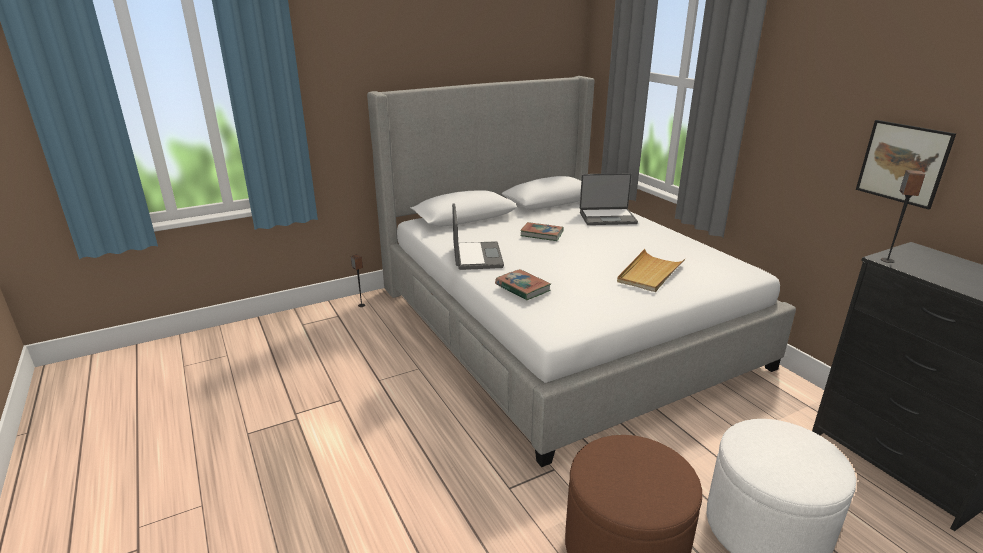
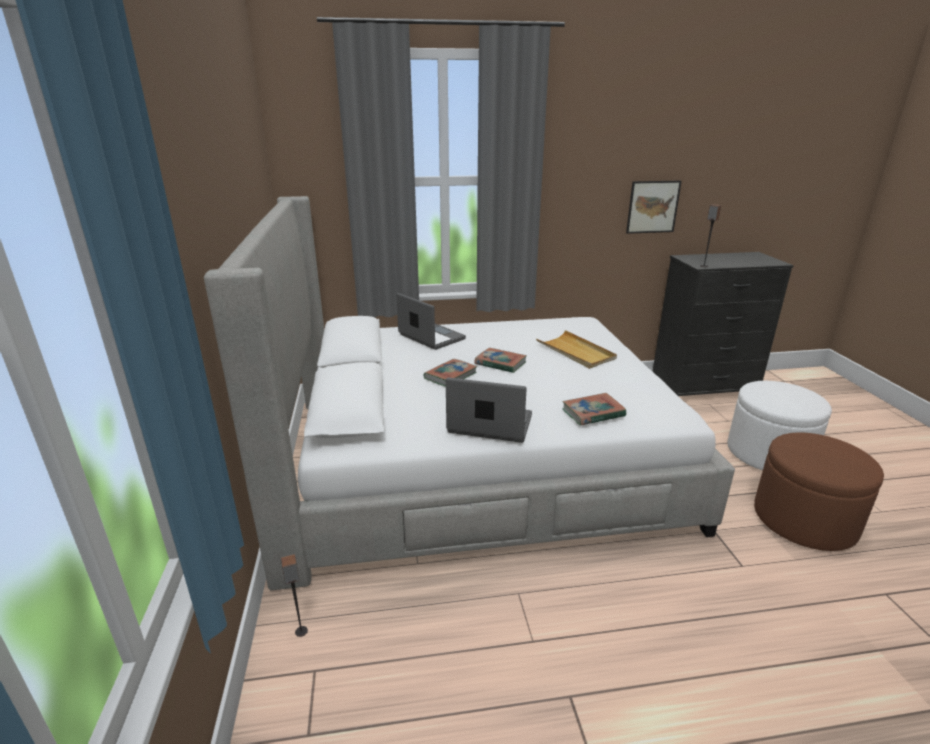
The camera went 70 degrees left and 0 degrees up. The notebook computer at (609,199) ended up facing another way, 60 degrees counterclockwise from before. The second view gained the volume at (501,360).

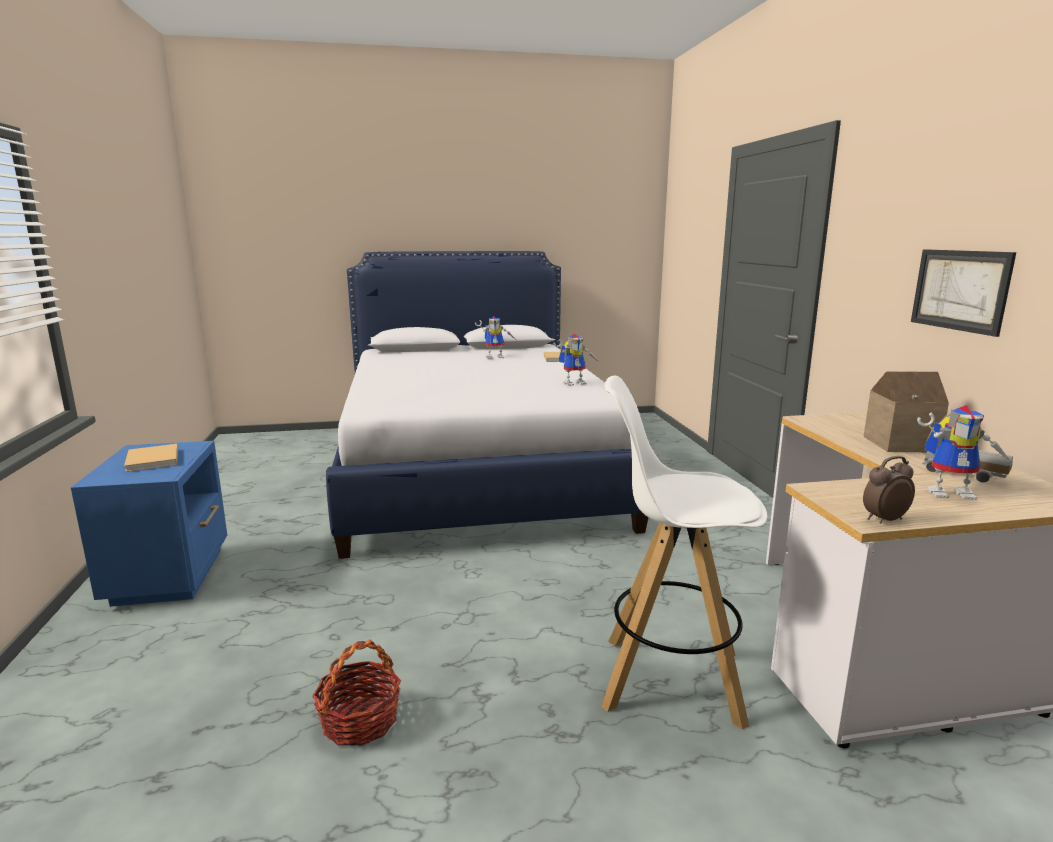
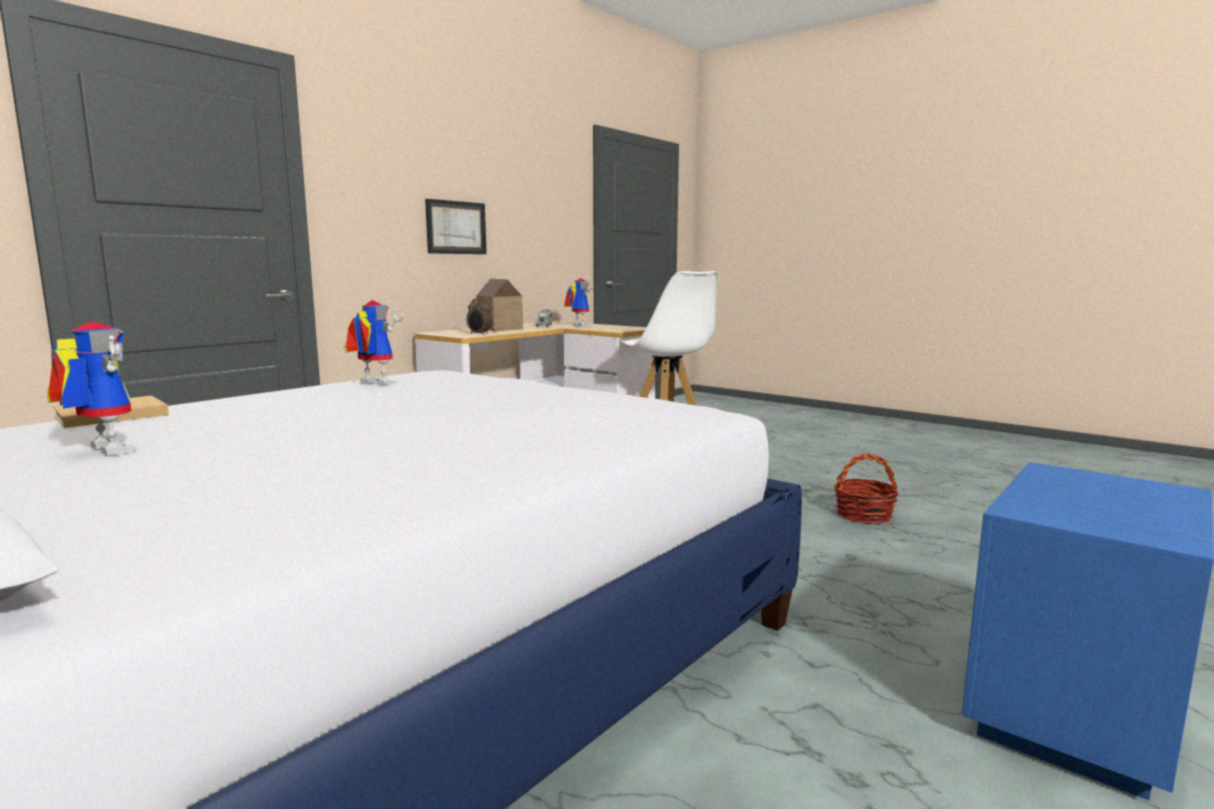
The camera went 130 degrees left and 5 degrees down. The second view lost the beige volume at (151,458). The table clock ended up elsewhere, having gone from (889,490) to (479,316).

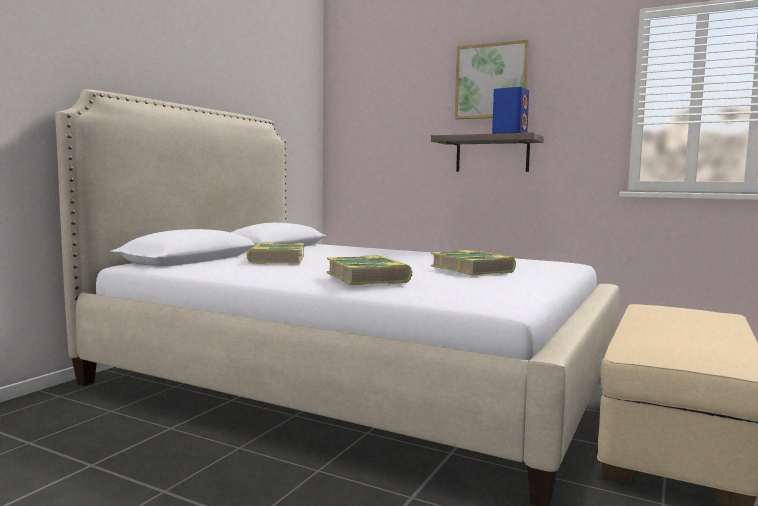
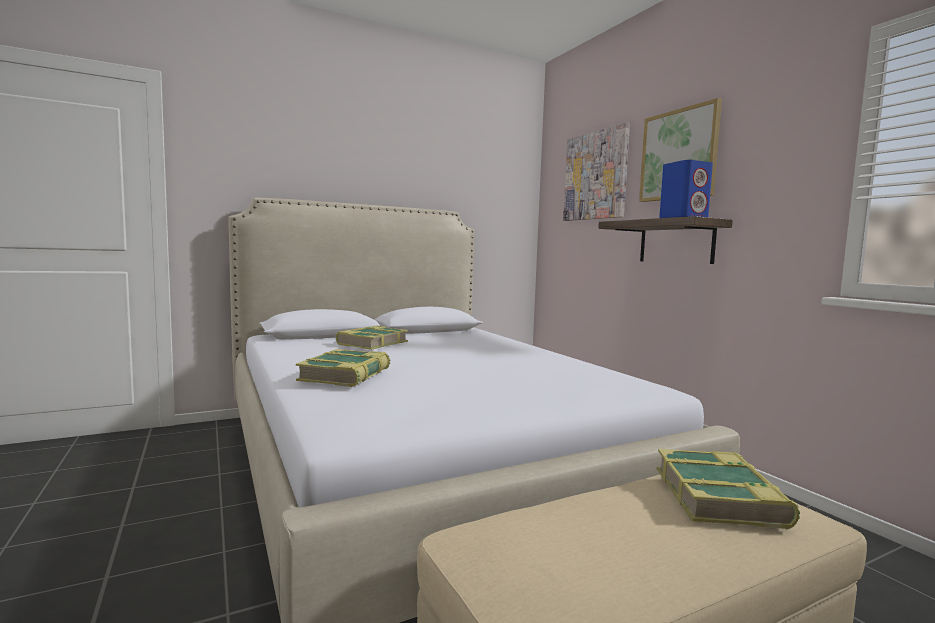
The camera went 35 degrees right and 0 degrees up. The volume ended up elsewhere, having gone from (473,262) to (728,489). The second view gained the wall picture at (596,171).

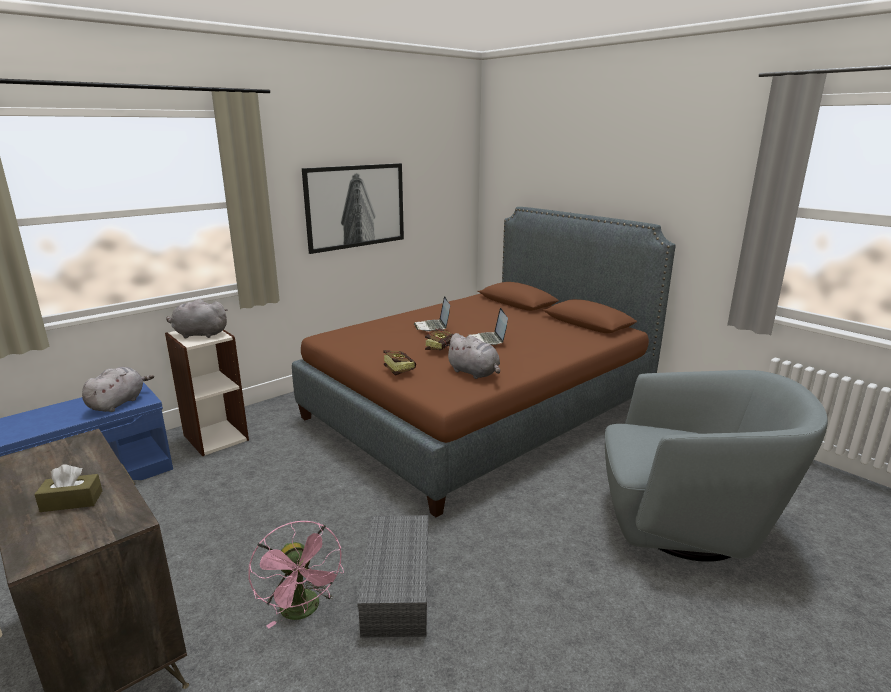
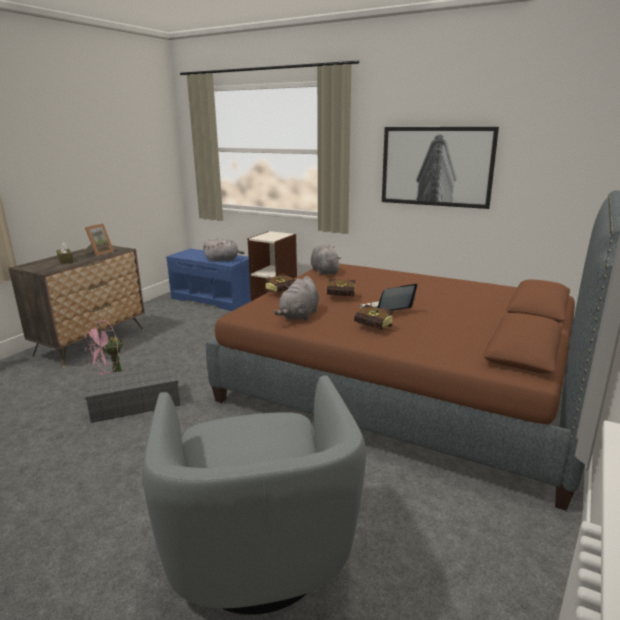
The camera went 70 degrees right and 0 degrees up. The second view lost the notebook computer at (432,313). The grey plush toy ended up elsewhere, having gone from (197,319) to (326,259). The second view gained the picture frame at (99,239). The second view gained the volume at (376,318).

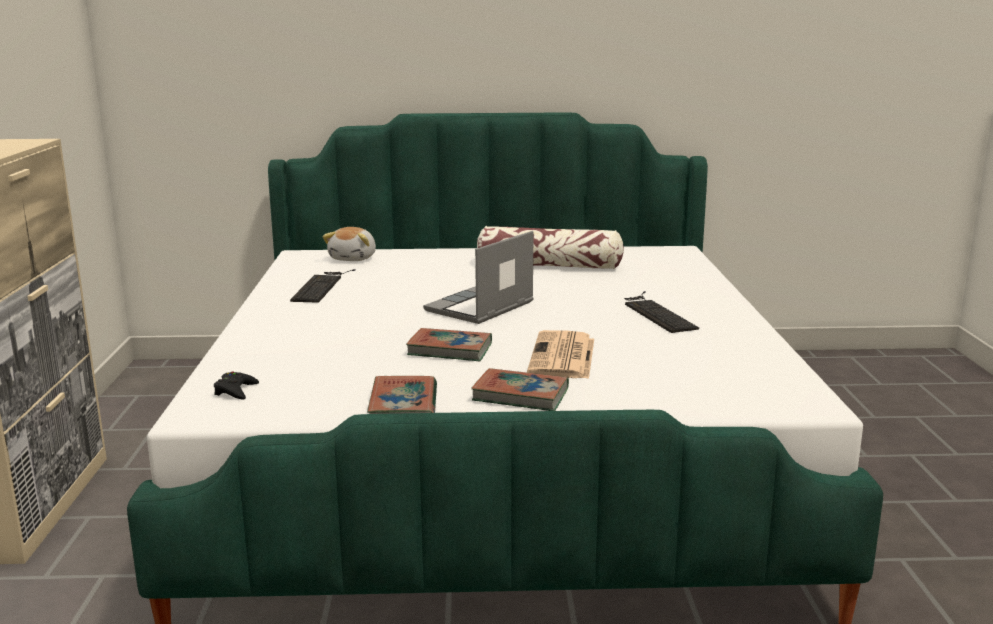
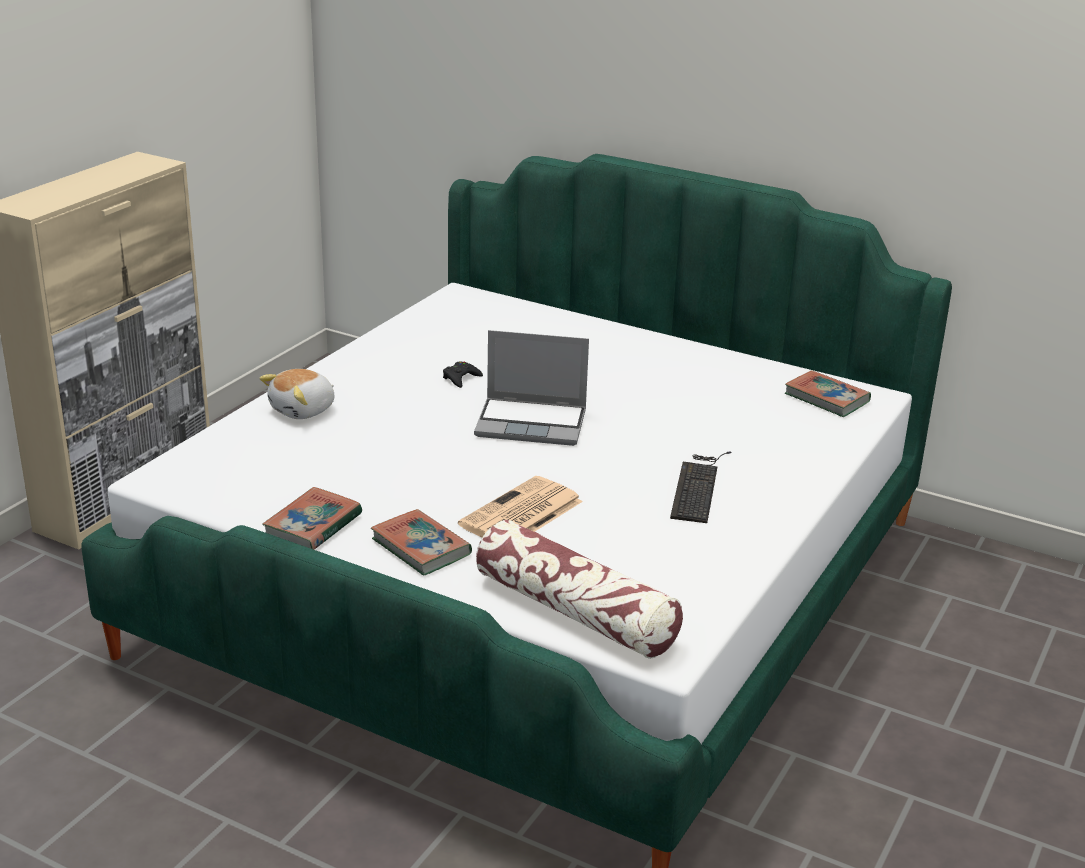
The camera went 30 degrees right and 10 degrees up. The throw pillow ended up elsewhere, having gone from (550,247) to (579,589). The plush toy ended up elsewhere, having gone from (349,244) to (296,394). The notebook computer at (478,277) ended up facing another way, 150 degrees counterclockwise from before. The second view lost the keyboard at (323,286). The volume ended up elsewhere, having gone from (449,344) to (828,393). The black game controller ended up elsewhere, having gone from (236,386) to (463,374).

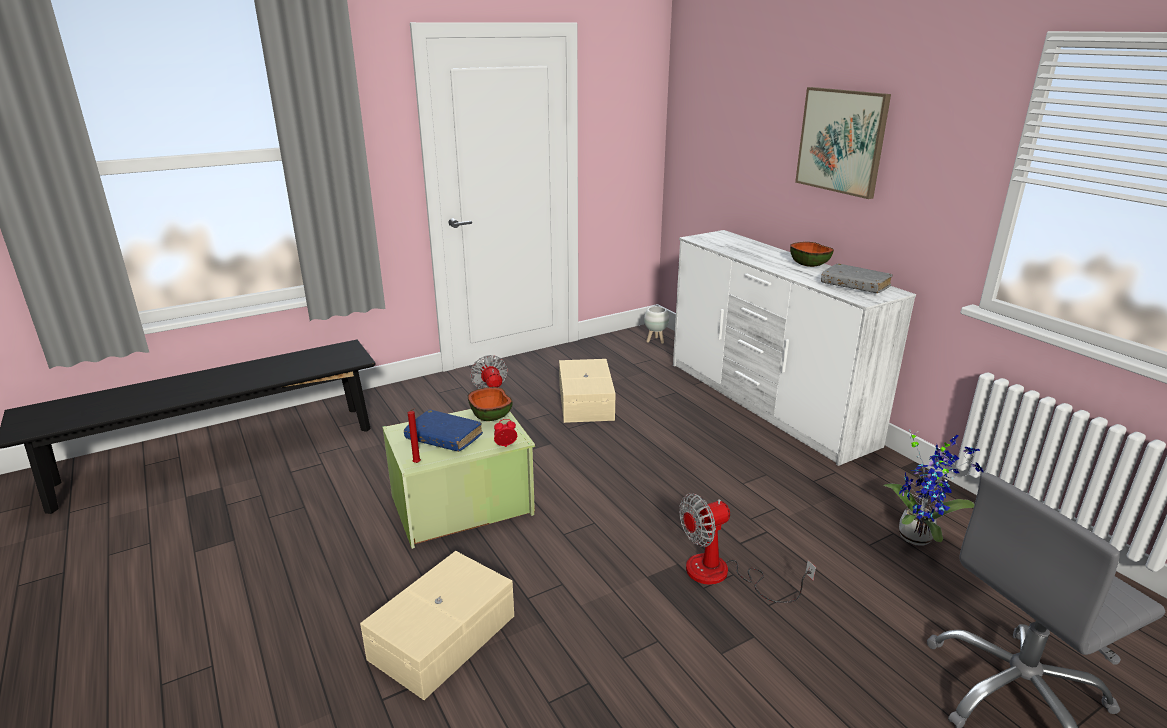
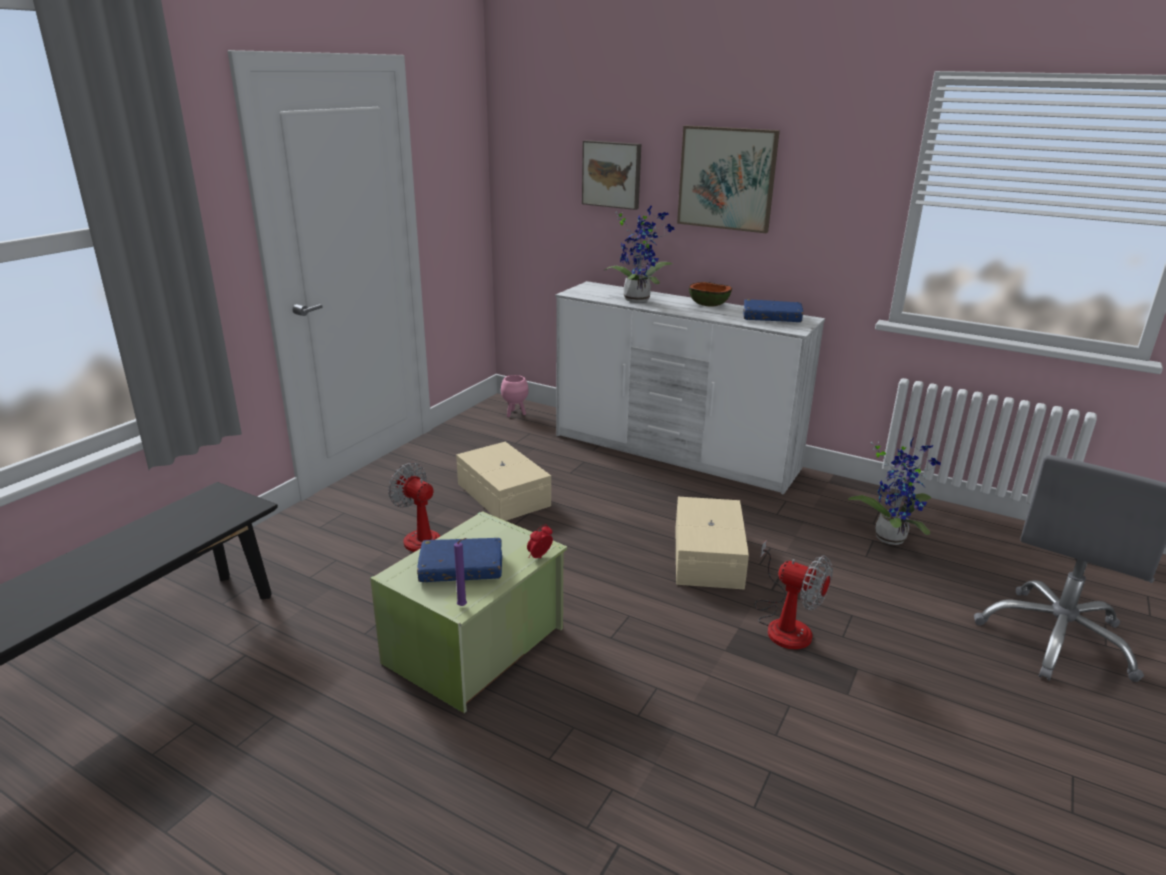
The camera went 30 degrees left and 0 degrees up. What was the grey volume at (857,278) turned into the bluish volume at (773,310). What was the white-coloured planter at (656,325) turned into the pink planter at (515,396). The second view lost the deep dish at (490,404). What was the red wax candle at (414,435) turned into the purplish wax candle at (460,572). The cooling fan at (747,548) ended up facing another way, 90 degrees counterclockwise from before. The beige storage box ended up elsewhere, having gone from (437,625) to (712,543). The second view gained the wall picture at (611,175). The second view gained the potted plant at (639,253).

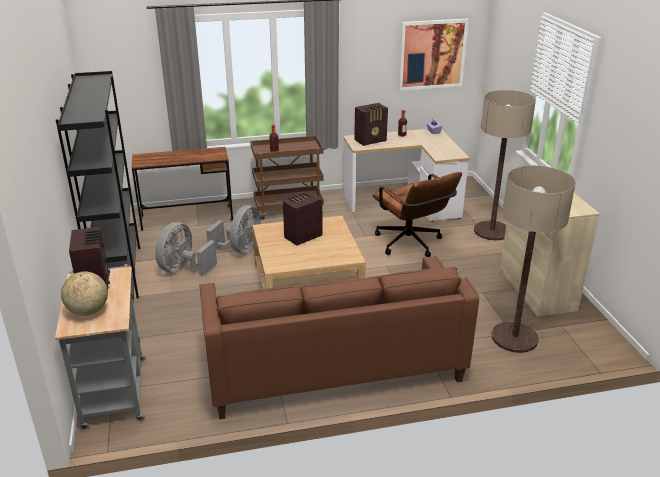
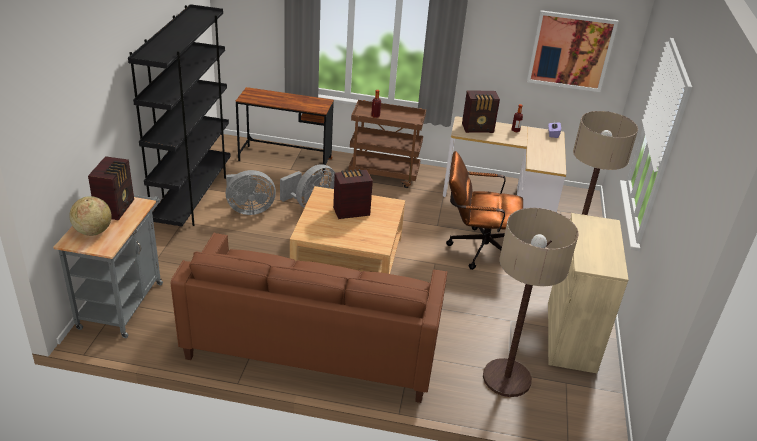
The camera went 20 degrees right and 5 degrees up. The brown office chair at (417,214) ended up facing another way, 105 degrees clockwise from before. The grey cooling fan at (186,249) ended up facing another way, 150 degrees counterclockwise from before.

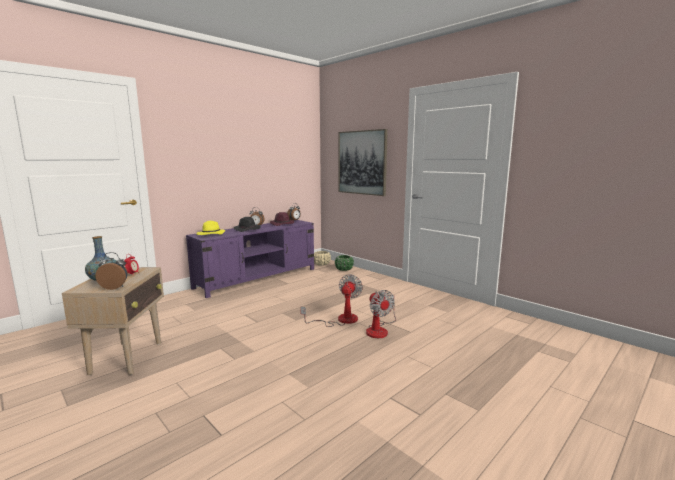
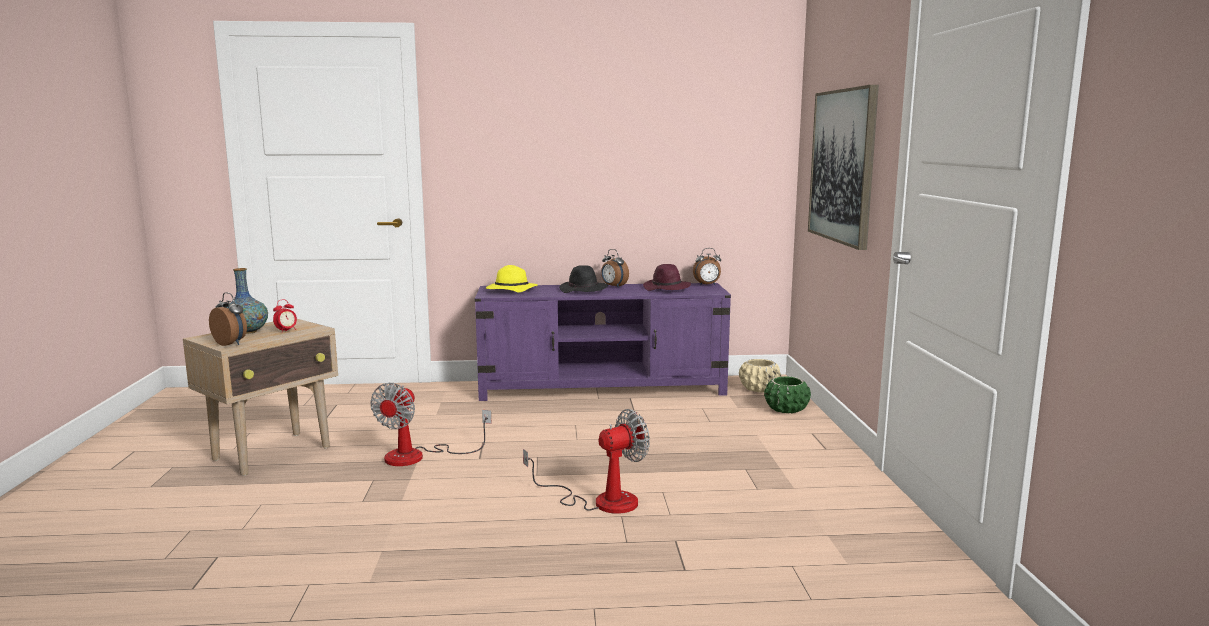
The camera went 40 degrees right and 0 degrees up. The cooling fan ended up elsewhere, having gone from (381,314) to (430,424).

